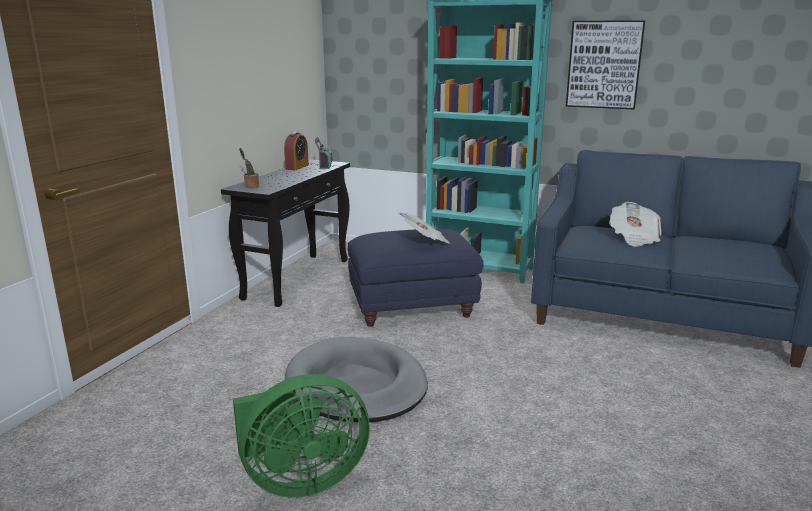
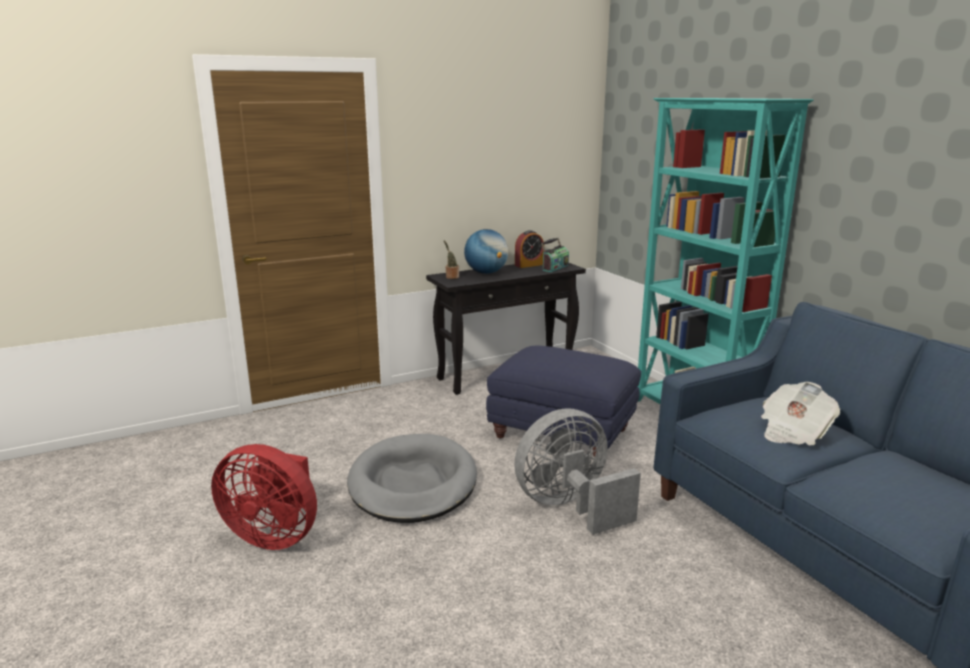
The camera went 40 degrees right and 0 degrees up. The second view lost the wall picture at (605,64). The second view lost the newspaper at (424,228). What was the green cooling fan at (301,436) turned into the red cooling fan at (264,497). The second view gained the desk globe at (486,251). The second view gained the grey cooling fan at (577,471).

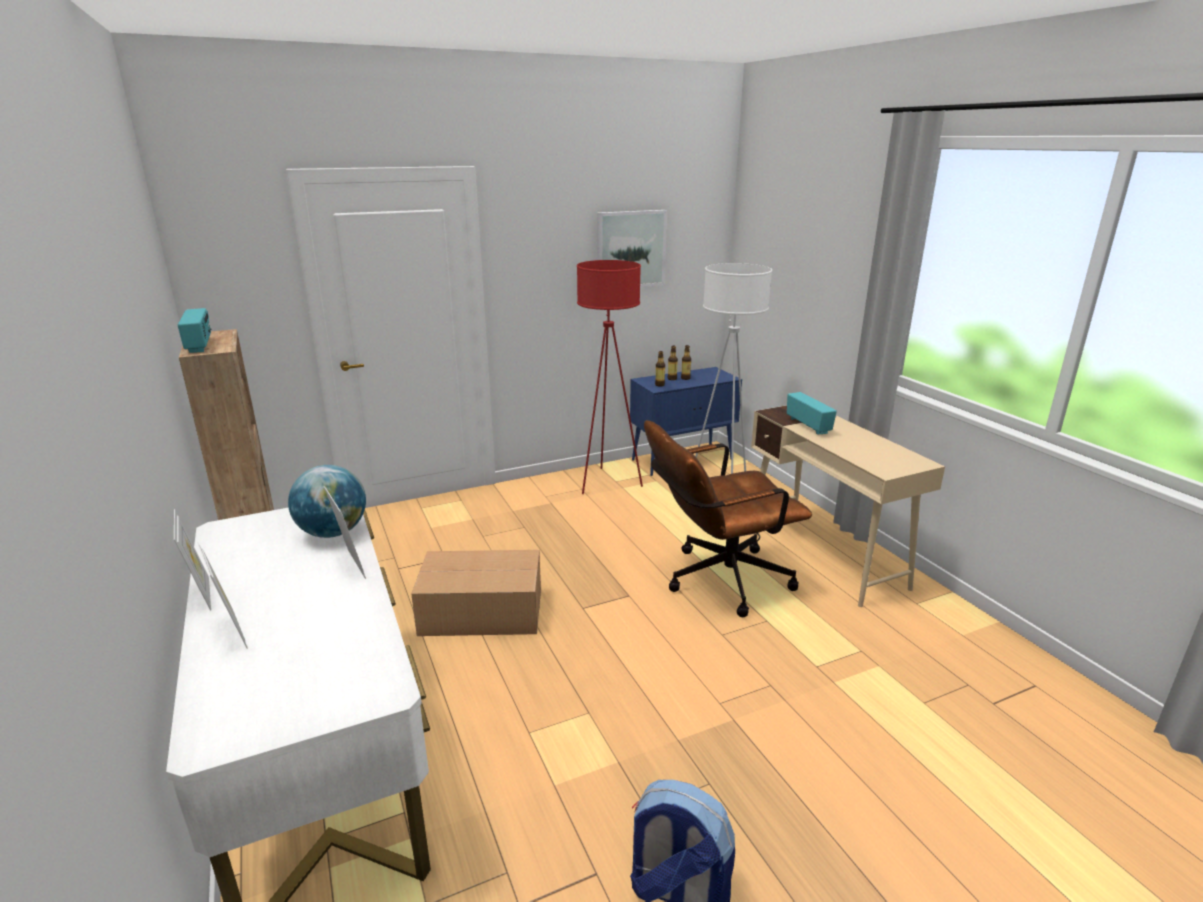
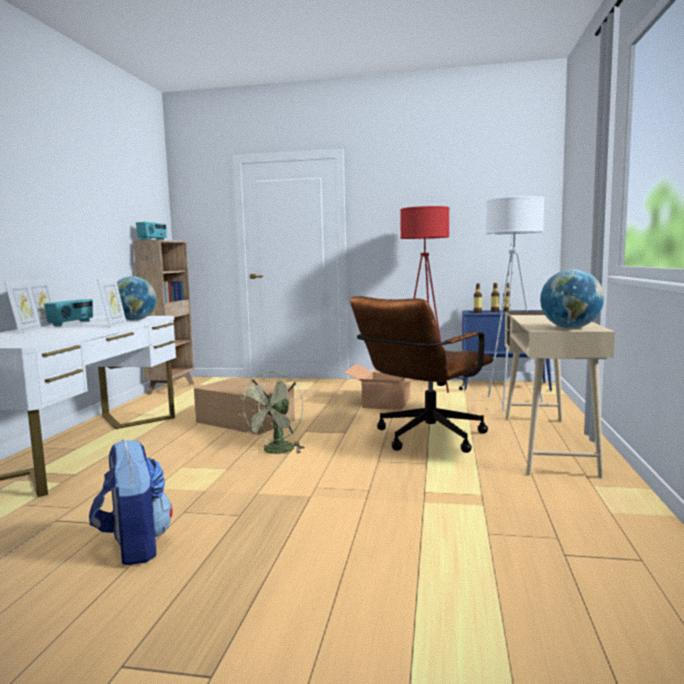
The camera went 35 degrees right and 15 degrees down. The second view lost the wall picture at (632,248). The radio receiver ended up elsewhere, having gone from (812,413) to (68,312). The brown office chair at (728,518) ended up facing another way, 60 degrees counterclockwise from before. The second view gained the desk globe at (572,298). The second view gained the carton at (380,387). The second view gained the green cooling fan at (272,412).

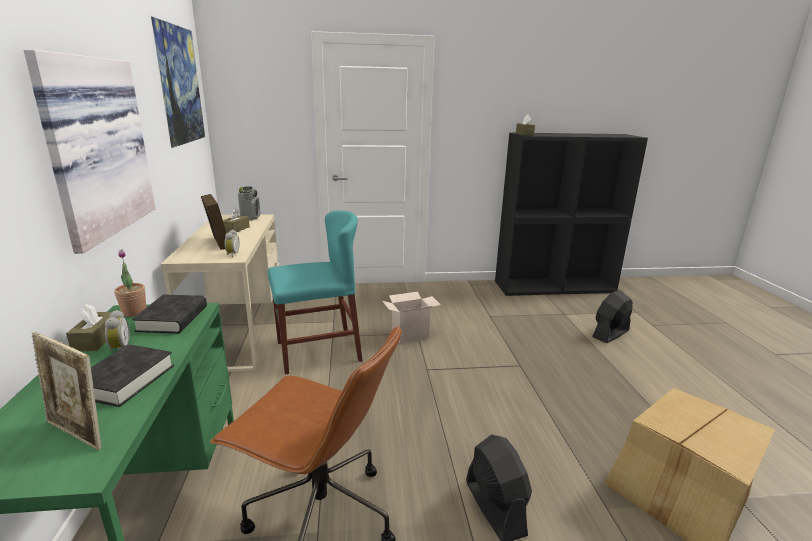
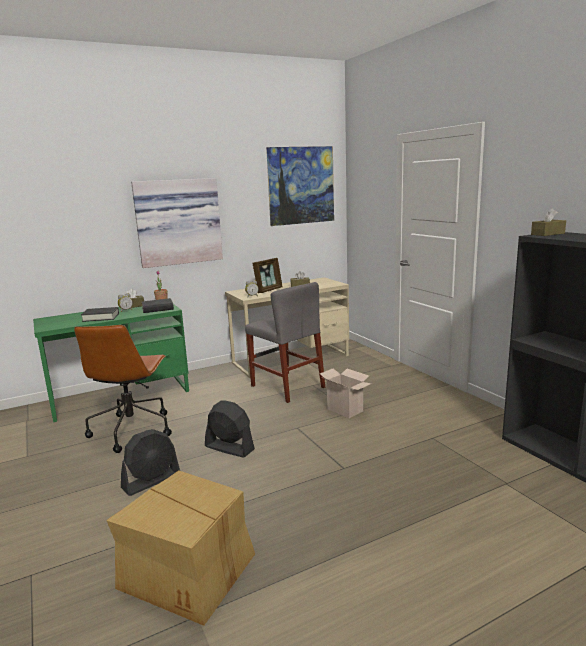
The camera went 70 degrees right and 5 degrees down. The second view lost the radio receiver at (249,203). What was the turquoise chair at (315,293) turned into the grey chair at (285,342). The black cooling fan ended up elsewhere, having gone from (612,316) to (230,429). The second view lost the picture frame at (67,391).

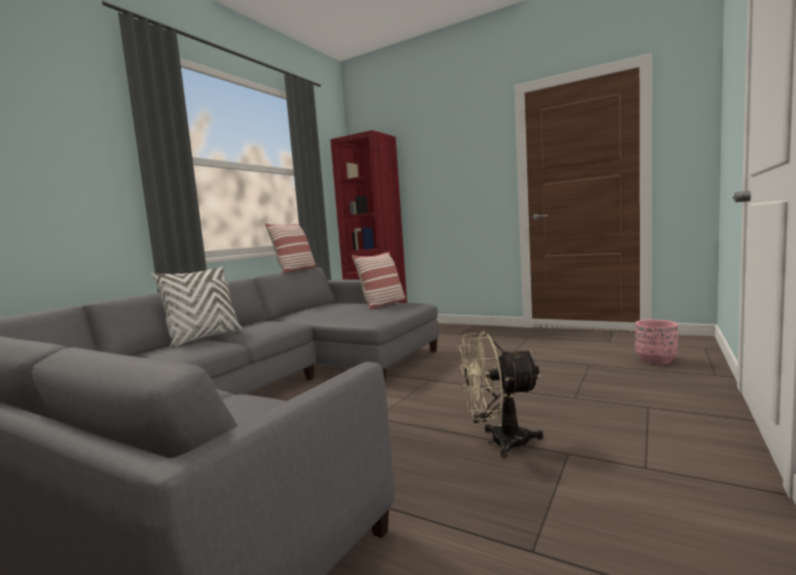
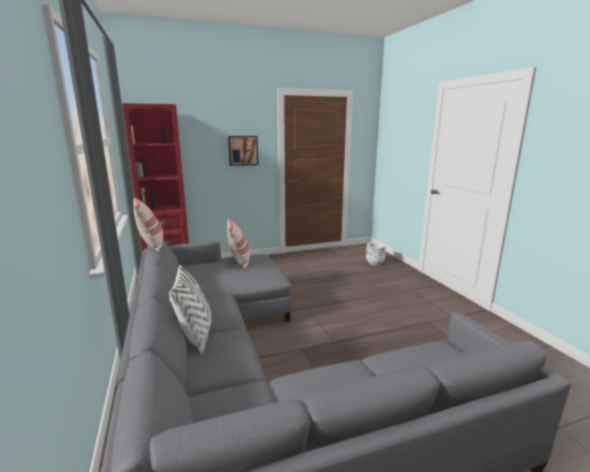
The camera went 50 degrees left and 10 degrees up. What was the pink planter at (656,342) turned into the white-coloured planter at (376,254). The second view lost the beige cooling fan at (501,395). The second view gained the wall picture at (243,151).

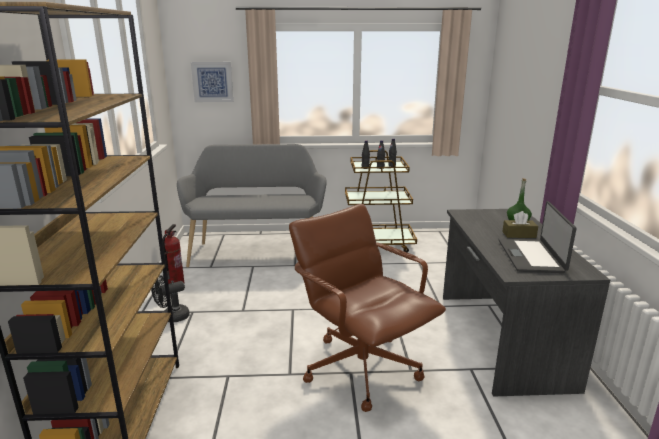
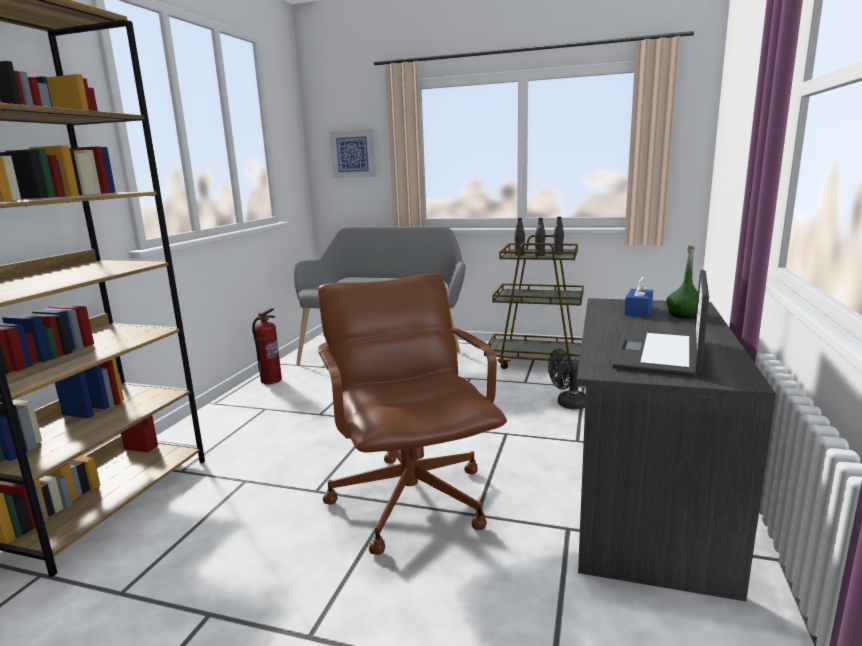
The camera went 20 degrees right and 5 degrees down. The second view lost the brown tissue holder at (520,224). The black cooling fan ended up elsewhere, having gone from (170,298) to (567,379). The second view gained the bluish tissue holder at (638,296).

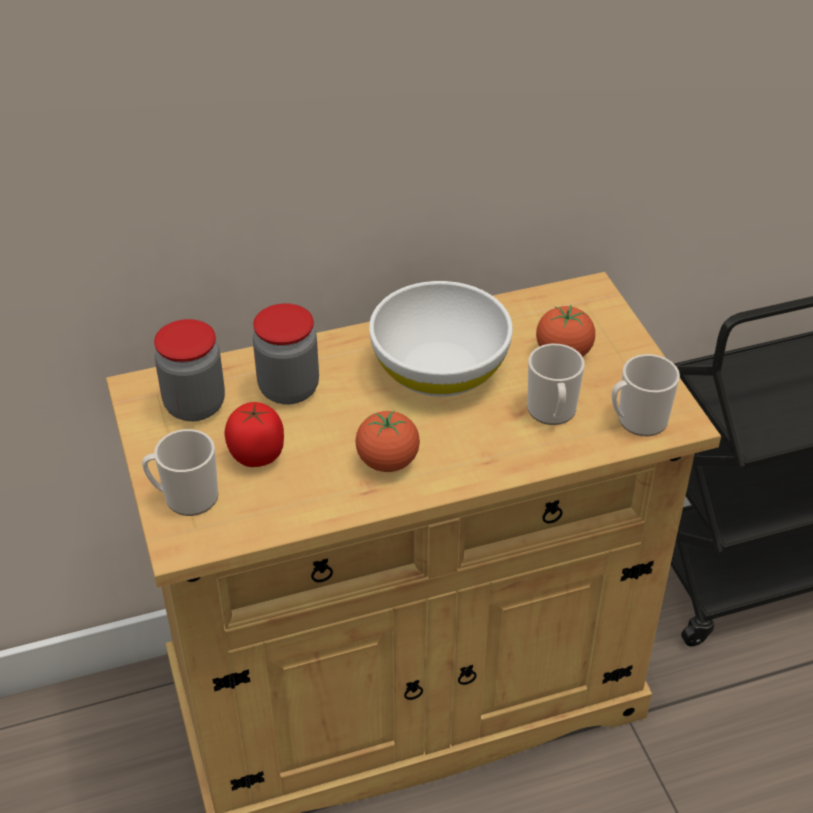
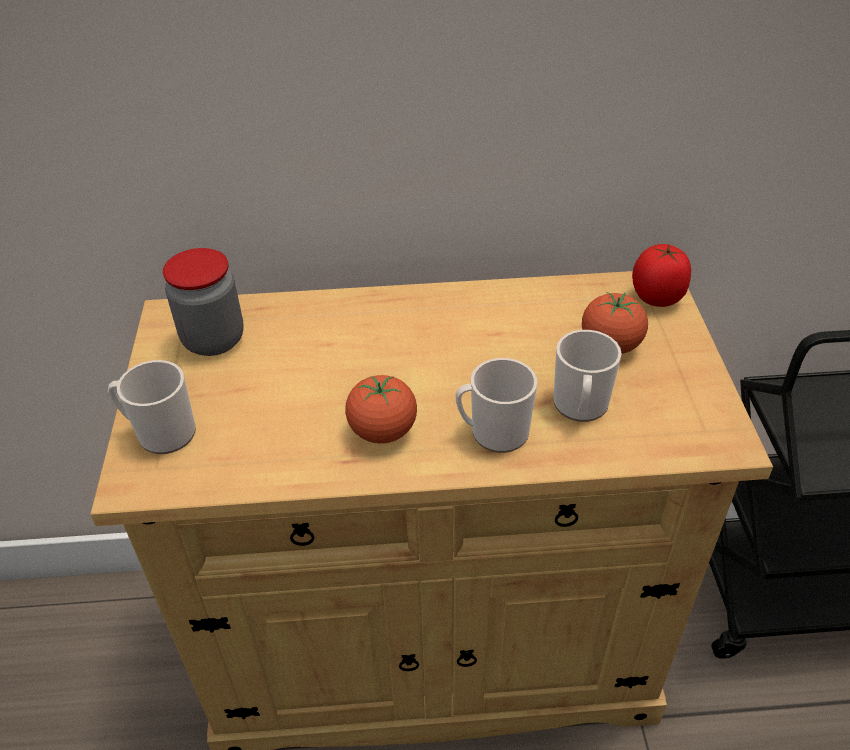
The camera went 15 degrees right and 0 degrees up. The second view lost the white-coloured deep dish at (441,339). The second view lost the storage jar at (286,354). The mug ended up elsewhere, having gone from (645,395) to (496,405). The tomato ended up elsewhere, having gone from (254,434) to (661,275).

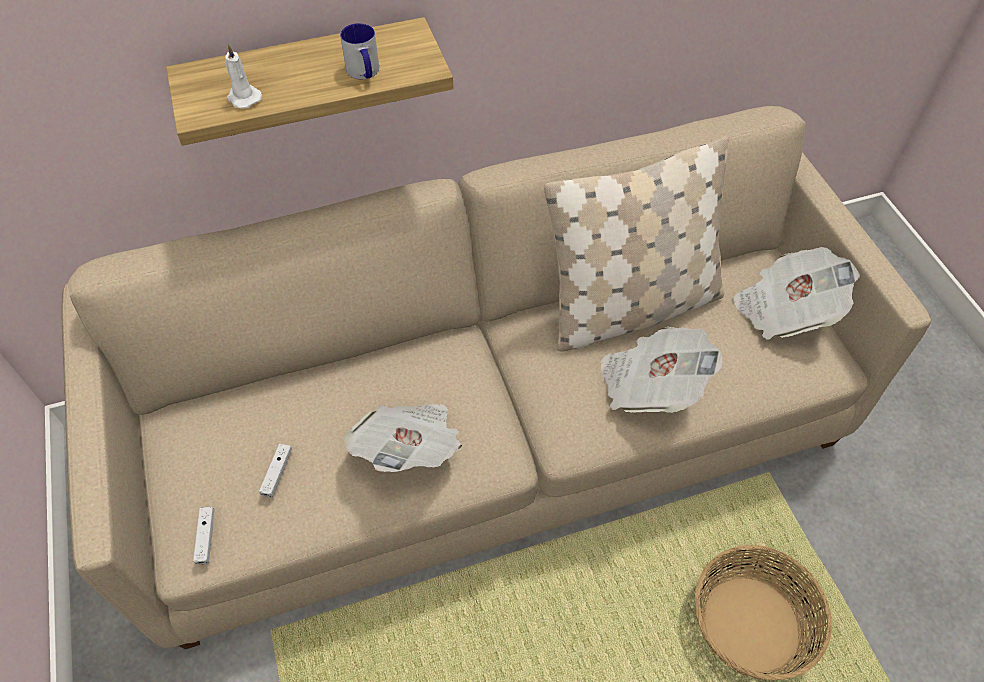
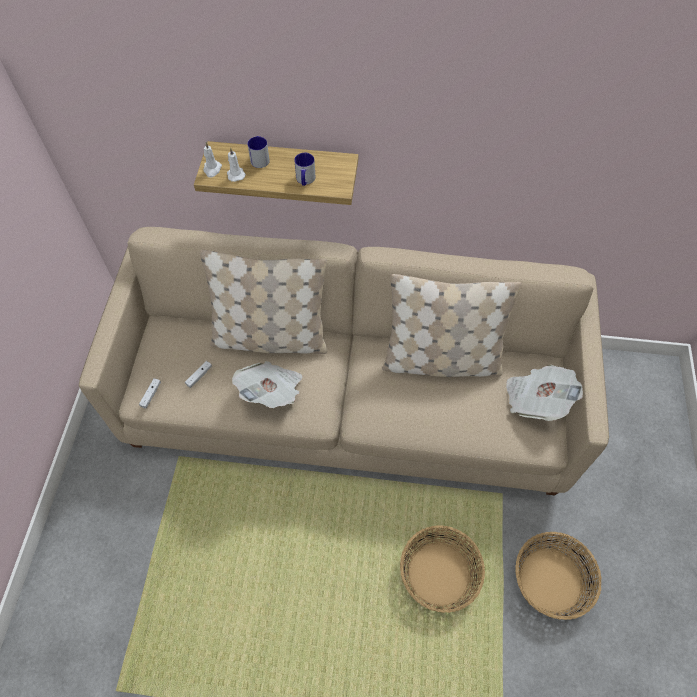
The camera went 25 degrees right and 5 degrees up. The second view lost the newspaper at (661,370). The second view gained the mug at (259,152). The second view gained the white-coloured wax candle at (212,160). The second view gained the beige throw pillow at (263,302). The second view gained the basket at (558,576).

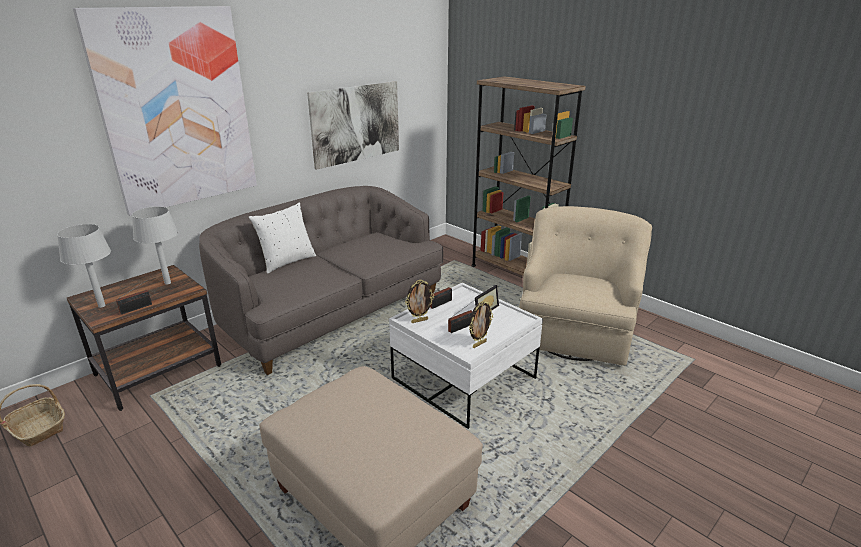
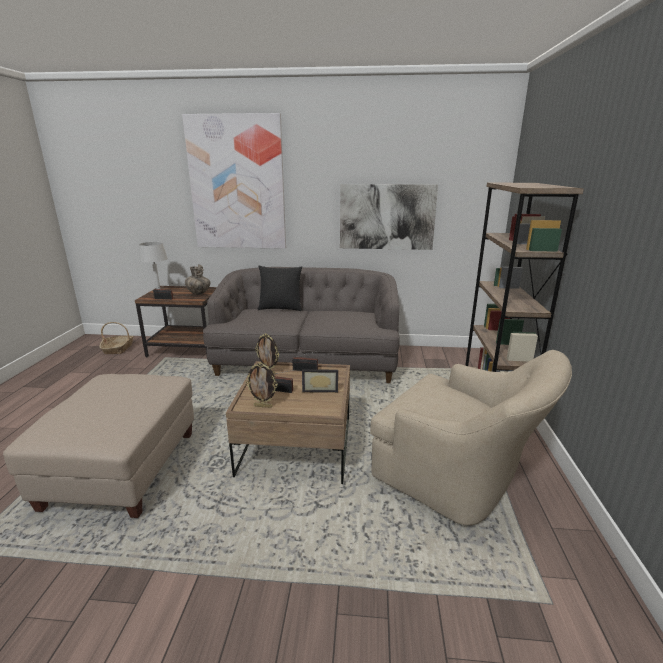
The camera went 50 degrees right and 5 degrees down. What was the white-coloured throw pillow at (282,238) turned into the black throw pillow at (280,288). The beige armchair at (586,286) ended up facing another way, 60 degrees clockwise from before. Where the grey lamp for a table stood at (155,246), the decorative vase came to stand at (197,279). What was the white-coloured low table at (466,356) turned into the brown low table at (288,422).

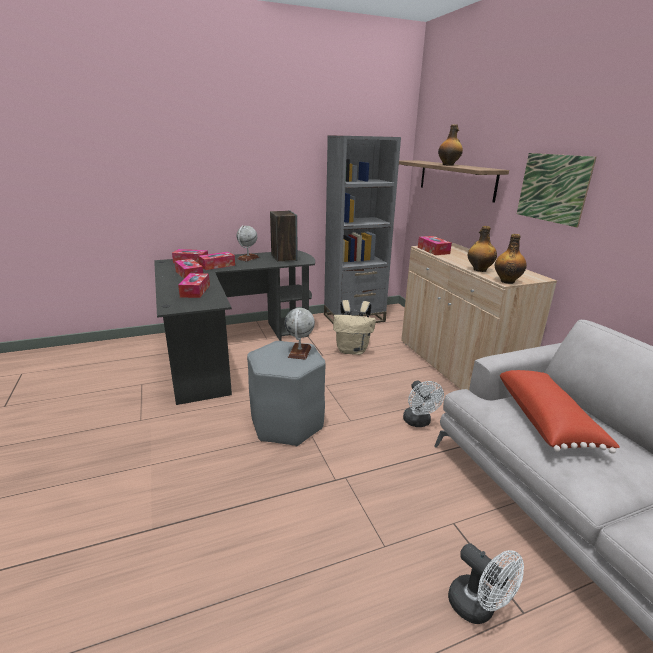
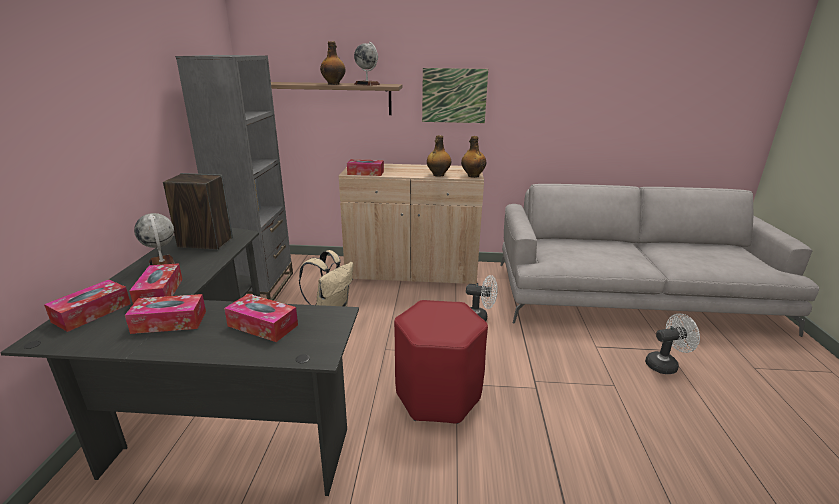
The camera went 65 degrees left and 0 degrees up. The desk globe ended up elsewhere, having gone from (300,334) to (367,64). What was the grey stool seat at (286,394) turned into the red stool seat at (441,362). The second view lost the red throw pillow at (560,412).

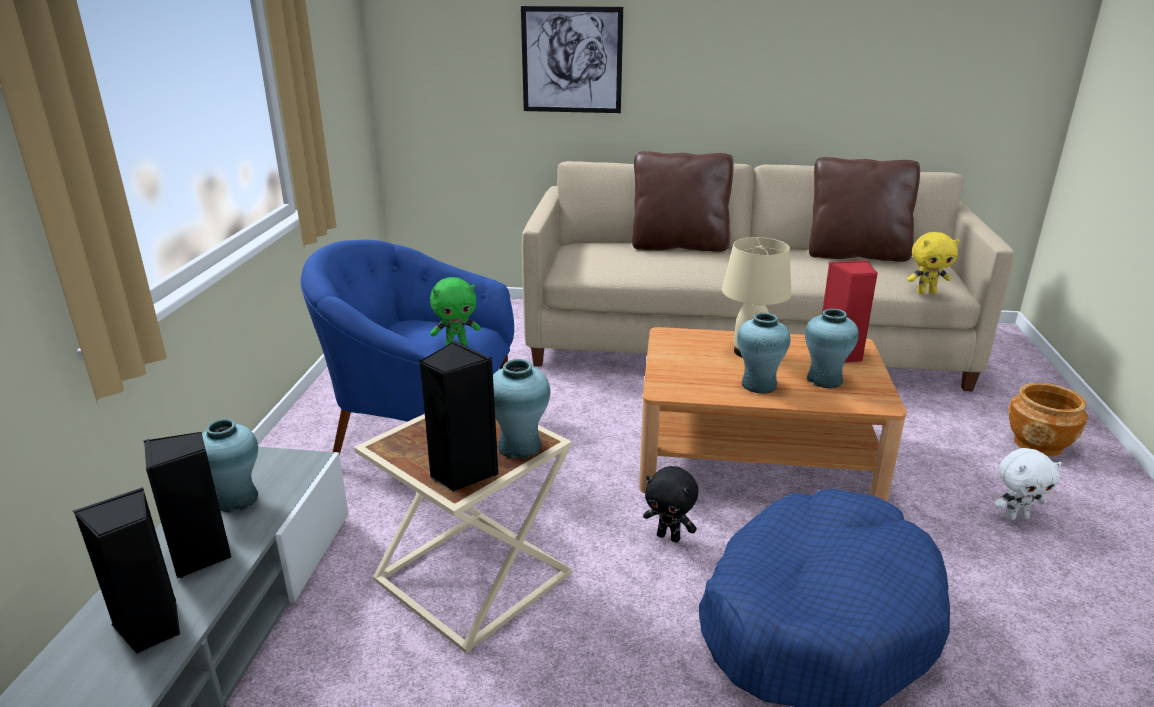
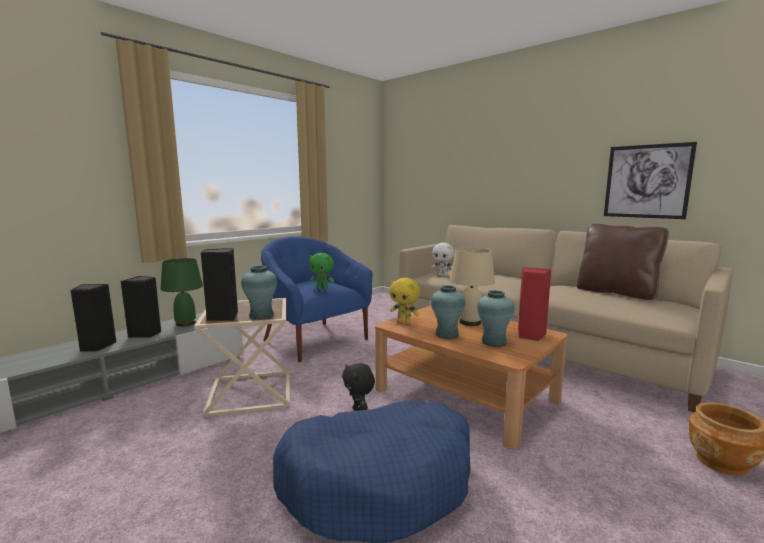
The camera went 35 degrees right and 15 degrees down. The wall picture ended up elsewhere, having gone from (572,59) to (650,180). The second view lost the brown throw pillow at (682,201). The yellow-coloured plush toy ended up elsewhere, having gone from (933,263) to (404,301). Where the turquoise decorative vase stood at (230,466), the green lamp for a table came to stand at (182,292). The white-coloured plush toy ended up elsewhere, having gone from (1028,484) to (443,259).

